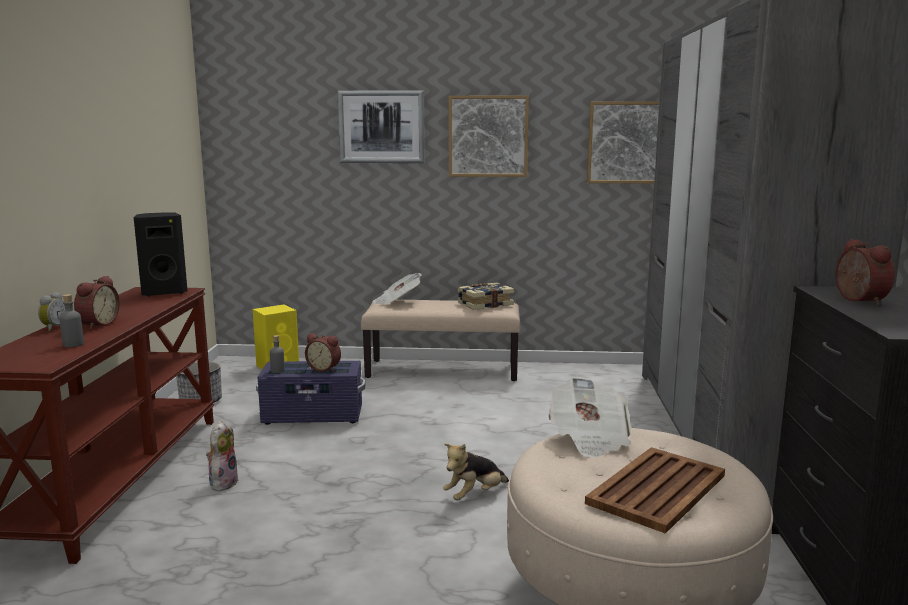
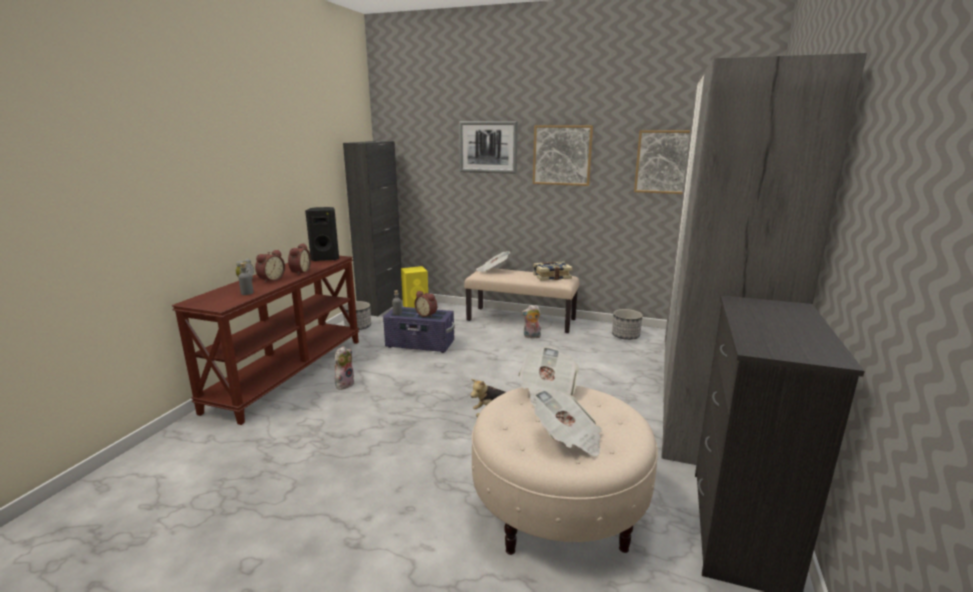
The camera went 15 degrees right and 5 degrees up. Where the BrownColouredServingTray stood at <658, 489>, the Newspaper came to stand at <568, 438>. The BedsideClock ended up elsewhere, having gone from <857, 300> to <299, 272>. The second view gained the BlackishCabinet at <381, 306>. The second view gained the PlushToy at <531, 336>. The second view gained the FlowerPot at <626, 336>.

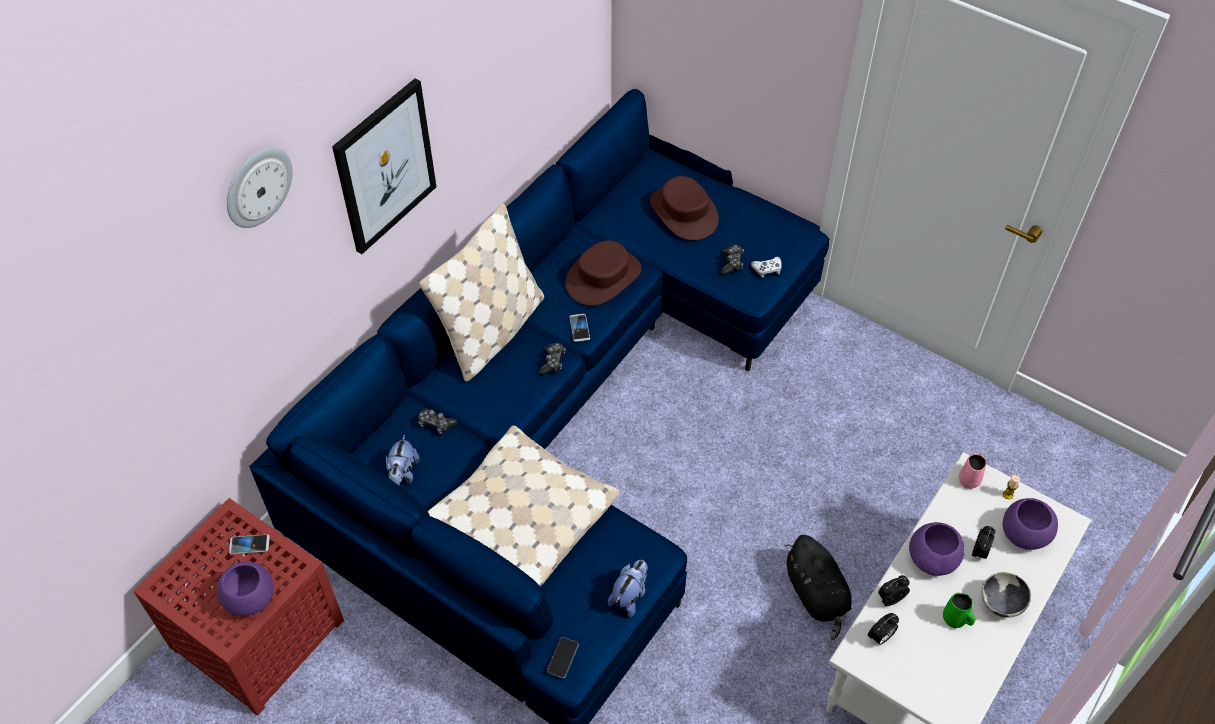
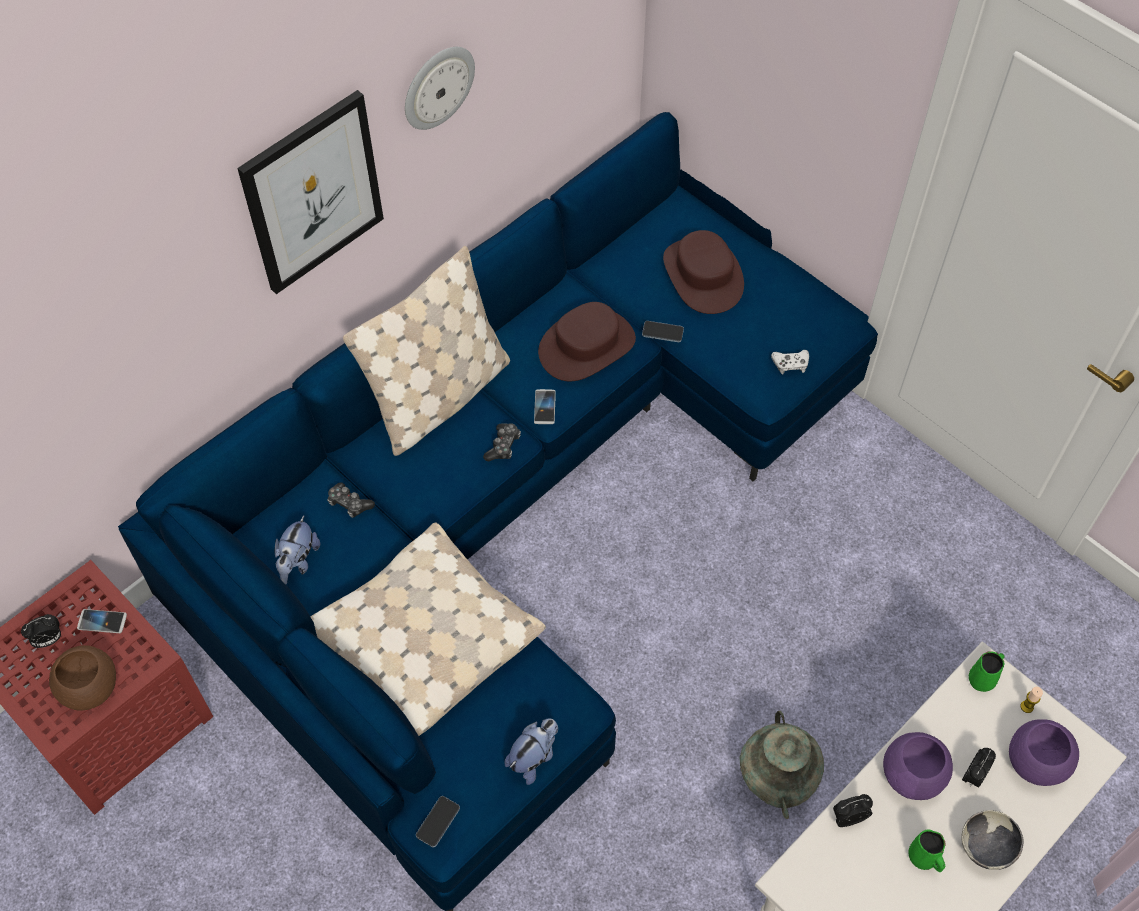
The camera went 10 degrees right and 5 degrees up. What was the PurpleBowl at <250, 599> turned into the BrownColouredBowl at <90, 688>. The WallClock ended up elsewhere, having gone from <257, 186> to <437, 86>. The second view lost the GameController at <731, 263>. Where the BlackishPlushToy stood at <817, 595>, the TurquoiseColouredVase came to stand at <777, 779>. The BedsideClock ended up elsewhere, having gone from <880, 637> to <48, 640>. What was the PinkColouredCoffeeMug at <969, 479> turned into the GreenColouredCoffeeMug at <982, 679>. The second view gained the Handset at <662, 332>.

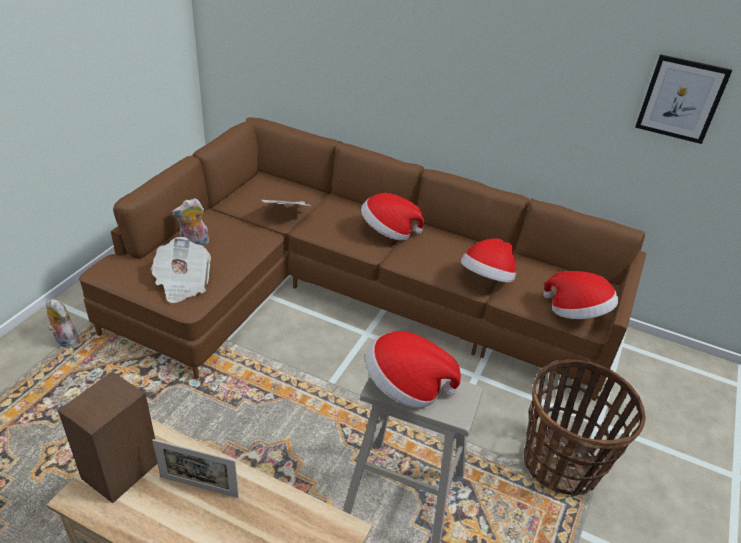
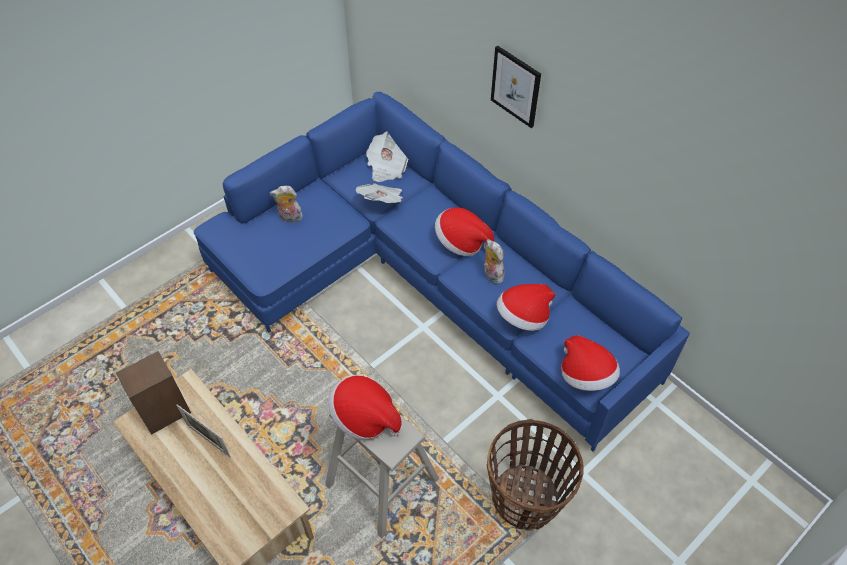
The camera went 25 degrees right and 15 degrees up. The PlushToy ended up elsewhere, having gone from <65, 340> to <491, 274>. What was the BrownColouredSettee at <348, 295> turned into the BlueColouredSettee at <426, 282>. The Newspaper ended up elsewhere, having gone from <182, 283> to <387, 166>. The WallPicture ended up elsewhere, having gone from <681, 99> to <515, 86>.

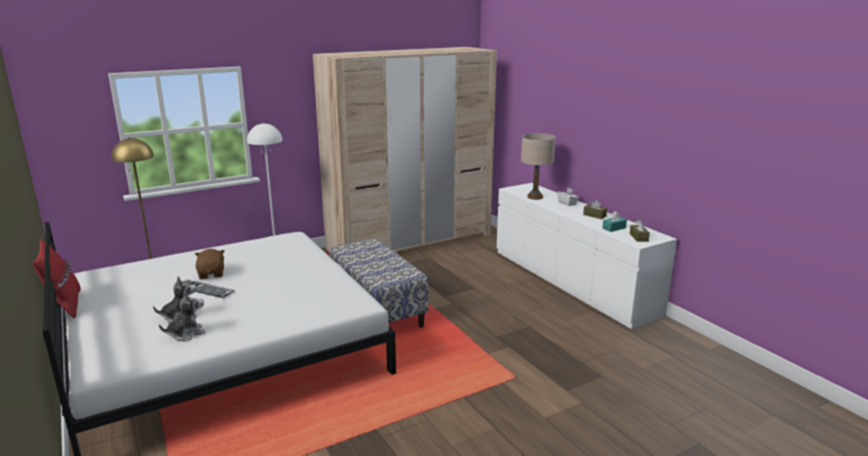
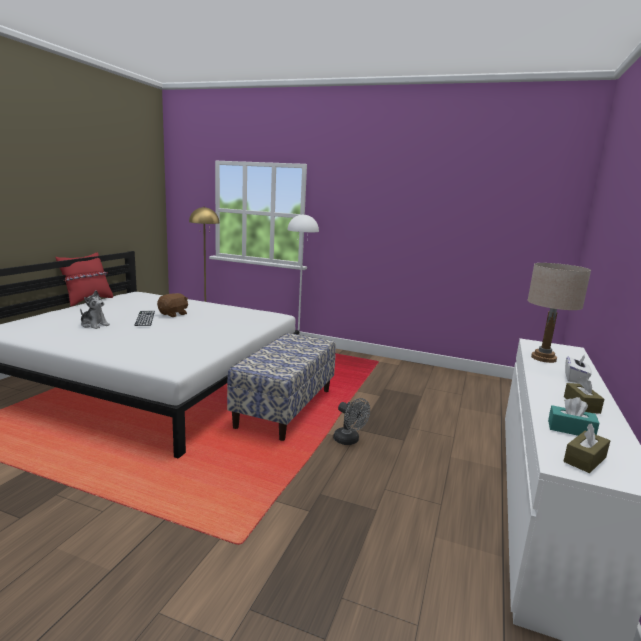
The camera went 50 degrees right and 5 degrees down. The second view lost the PlushToy at <186, 334>. The second view lost the SandColouredClothesCupboard at <410, 241>. The second view gained the GrayCoolingFan at <349, 441>.

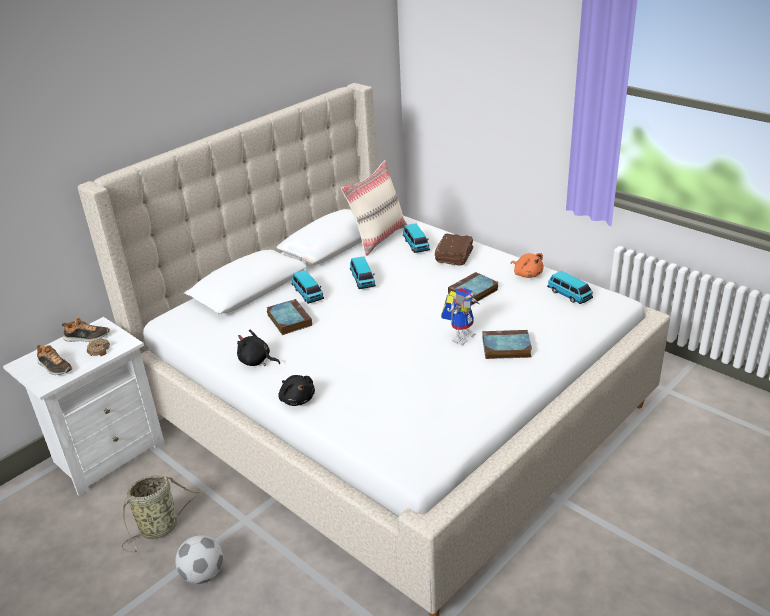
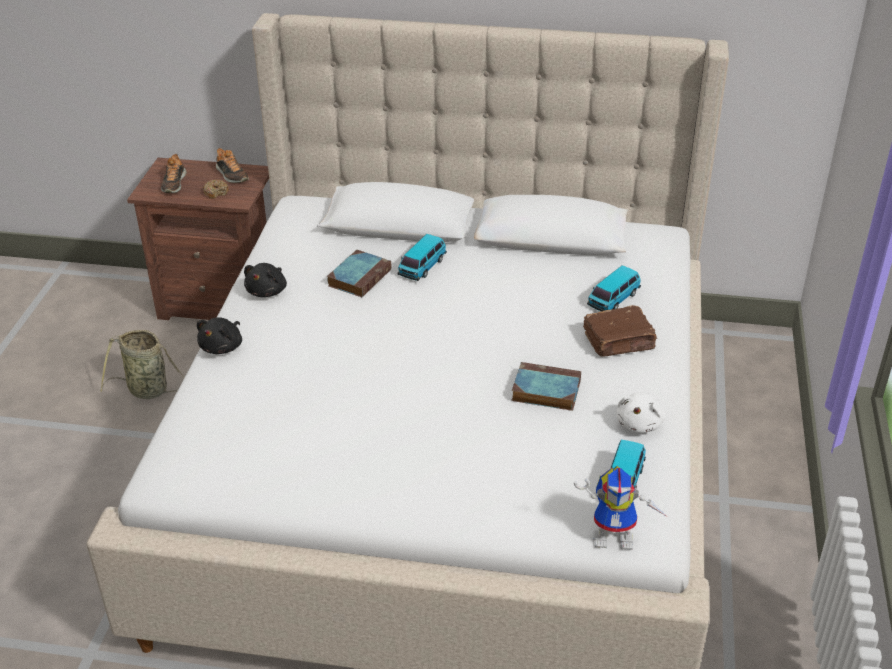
The camera went 55 degrees right and 5 degrees up. What was the WhiteNightTable at <106, 453> turned into the BrownColouredNightTable at <222, 302>. The second view lost the Football at <203, 574>. The BlackishPlushToy at <256, 361> ended up facing another way, 150 degrees counterclockwise from before. The second view lost the SandColouredCushion at <378, 237>. The second view lost the ToyCar at <362, 280>. The ModelRobot ended up elsewhere, having gone from <461, 335> to <616, 536>. The second view lost the Book at <505, 348>. What was the OrangeyPlushToy at <527, 274> turned into the WhitePlushToy at <640, 423>.

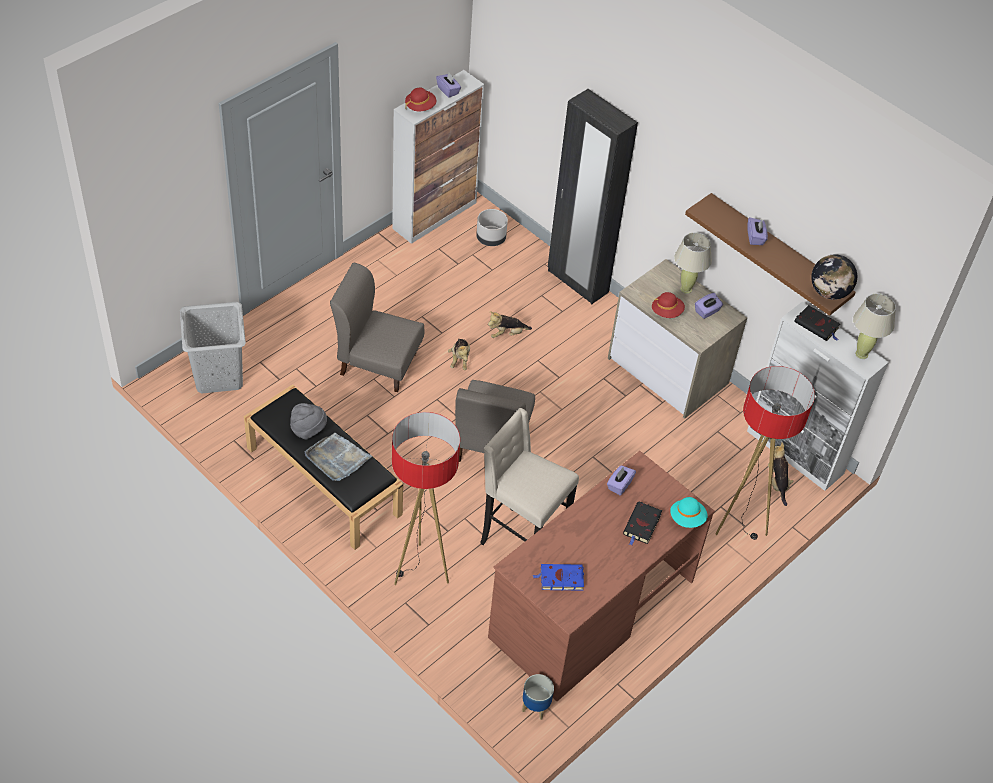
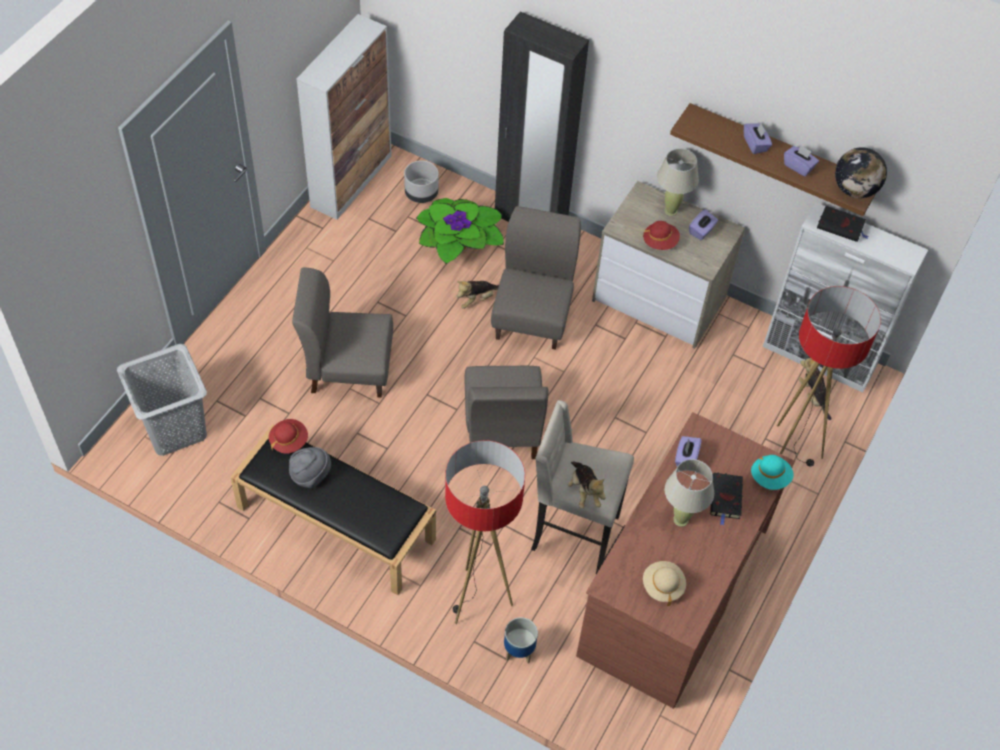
The camera went 15 degrees left and 5 degrees up. The second view lost the GrayServingTray at <337, 459>. The RedClothingHat ended up elsewhere, having gone from <420, 107> to <289, 441>. The PurpleBoxOfTissues ended up elsewhere, having gone from <448, 90> to <798, 166>. The PlushToy ended up elsewhere, having gone from <460, 359> to <584, 491>. The FlowerPot ended up elsewhere, having gone from <535, 707> to <519, 651>. Where the BlueColouredBook stood at <560, 579>, the SandColouredClothingHat came to stand at <662, 586>. The SandColouredTableLamp ended up elsewhere, having gone from <861, 354> to <681, 519>. The second view gained the PottedPlant at <458, 243>. The second view gained the GrayChair at <533, 317>.

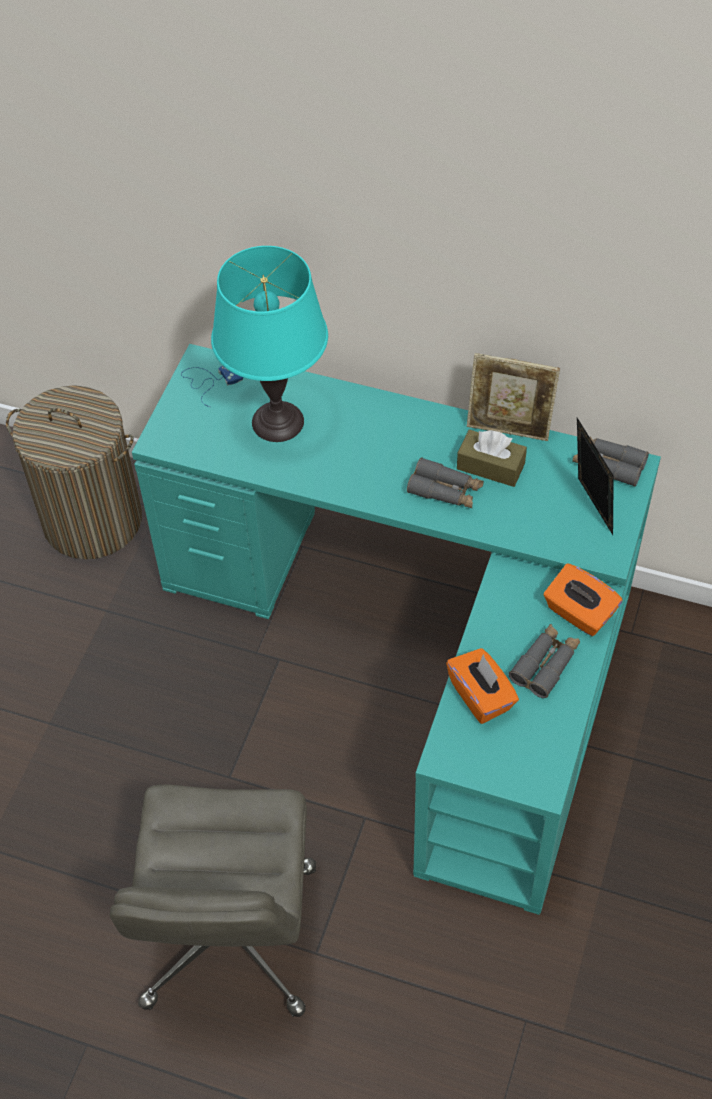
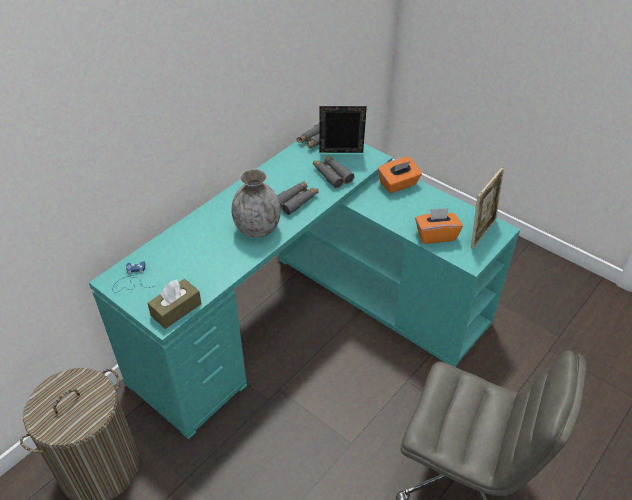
The camera went 70 degrees left and 10 degrees down. The second view lost the TurquoiseColouredTableLamp at <278, 421>. The BrownColouredBoxOfTissues ended up elsewhere, having gone from <490, 466> to <176, 309>. The StandingFrame ended up elsewhere, having gone from <509, 430> to <481, 232>. The GrayFieldGlasses ended up elsewhere, having gone from <545, 664> to <332, 175>. The second view gained the GrayVase at <257, 229>.

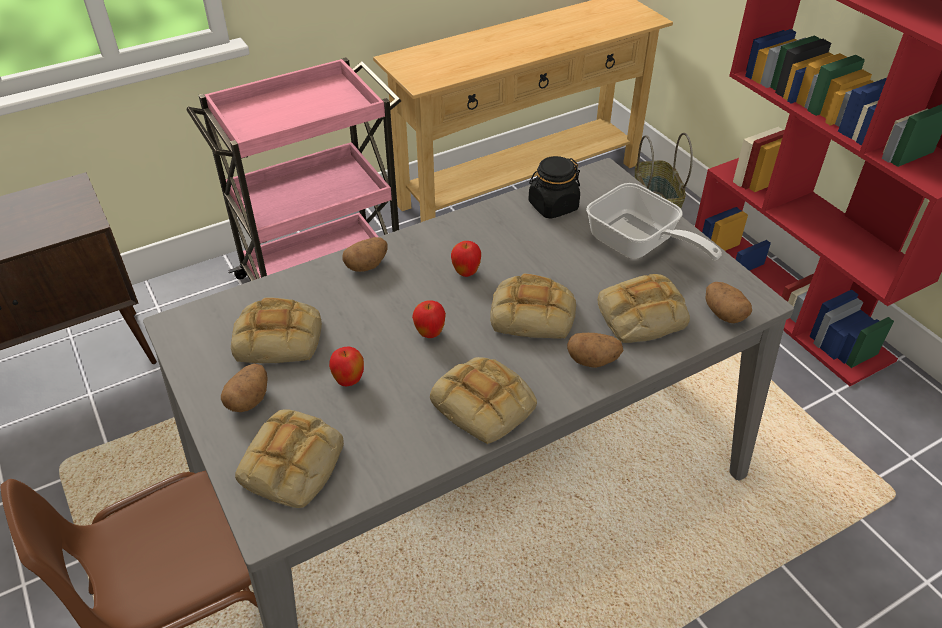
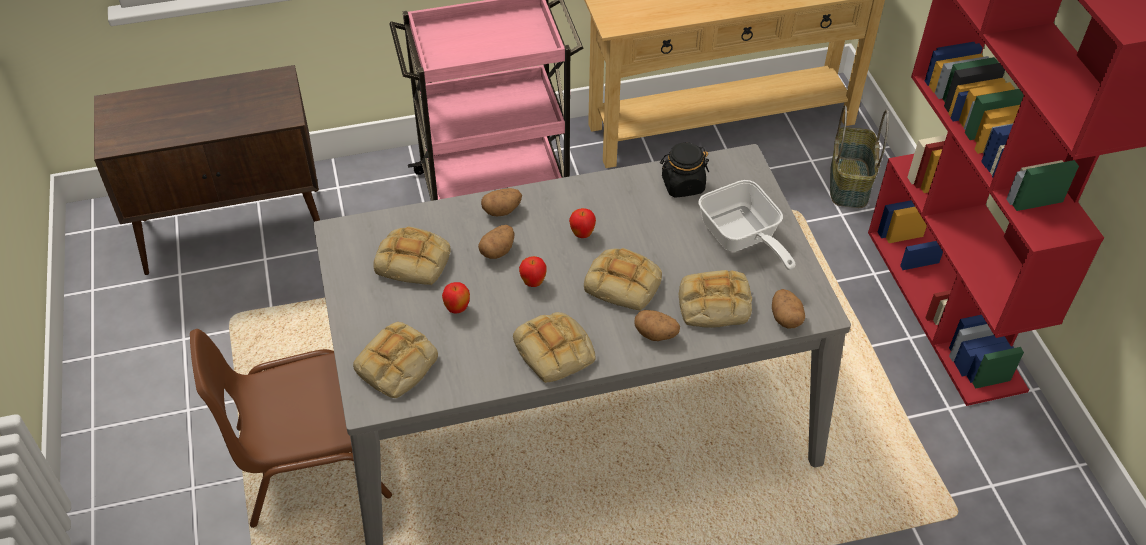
The camera went 15 degrees right and 5 degrees up. The Potato ended up elsewhere, having gone from <249, 399> to <497, 251>.

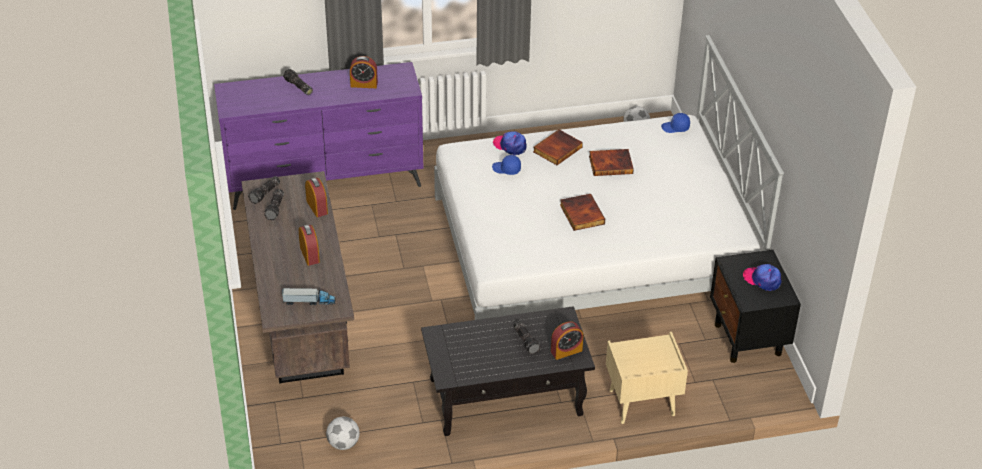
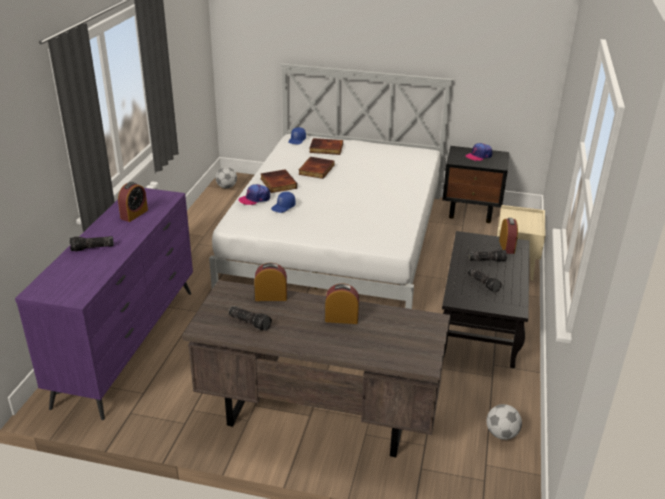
The camera went 65 degrees left and 10 degrees down. The Torch ended up elsewhere, having gone from <265, 194> to <484, 283>. The second view lost the ModelTruck at <309, 301>. The Book ended up elsewhere, having gone from <581, 214> to <326, 149>.

